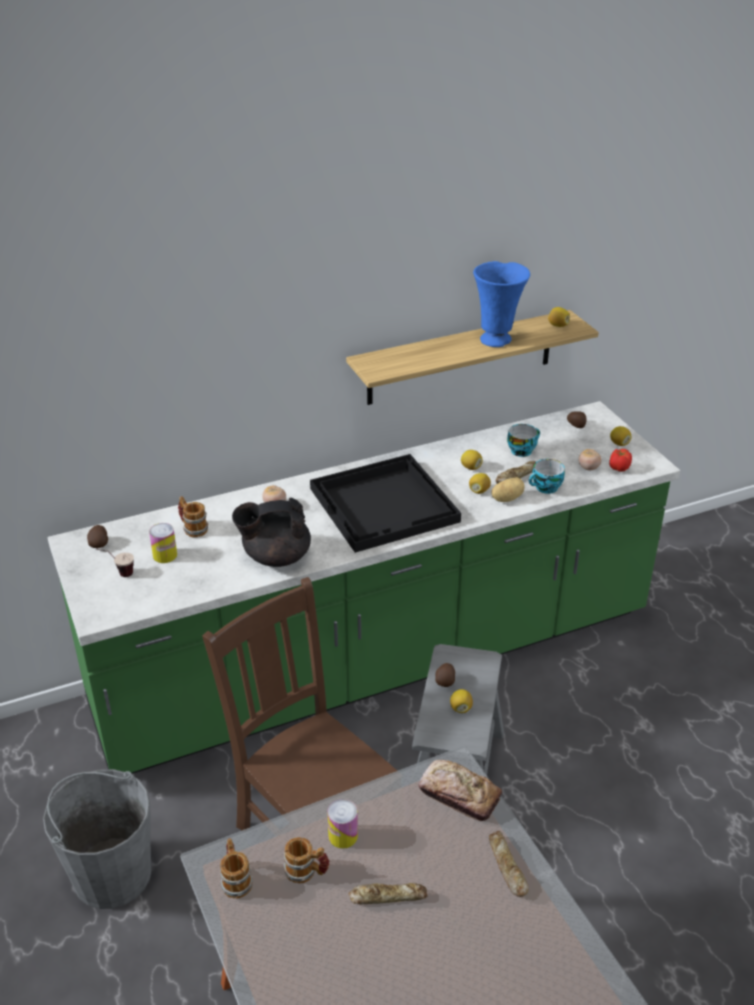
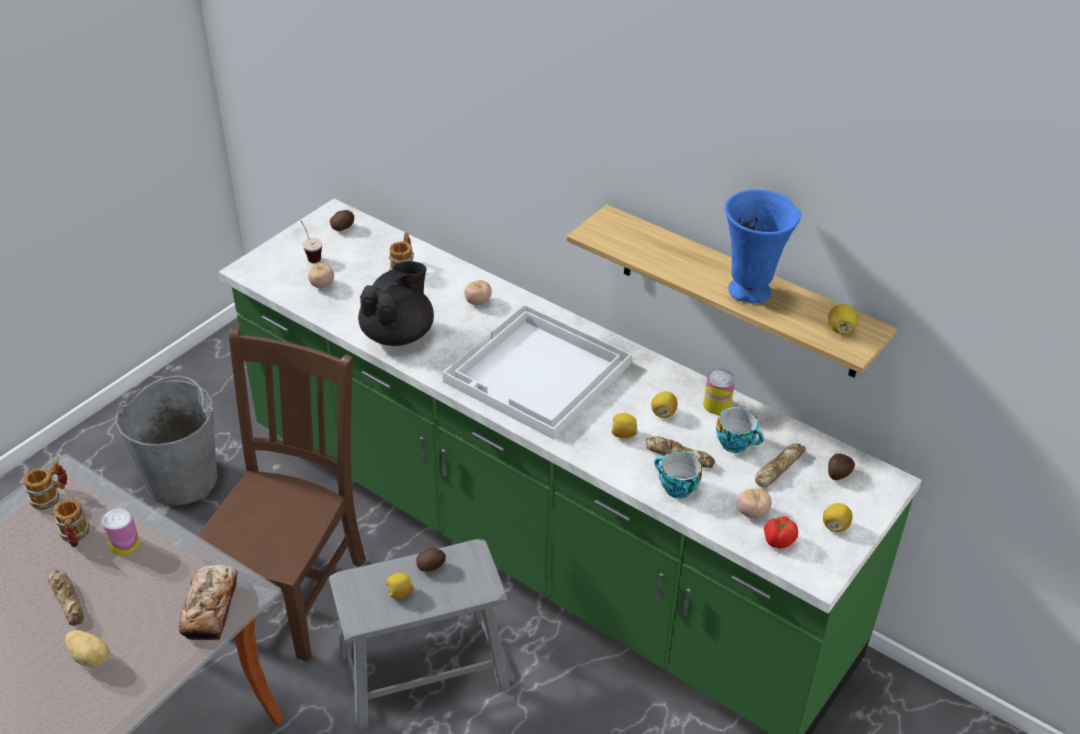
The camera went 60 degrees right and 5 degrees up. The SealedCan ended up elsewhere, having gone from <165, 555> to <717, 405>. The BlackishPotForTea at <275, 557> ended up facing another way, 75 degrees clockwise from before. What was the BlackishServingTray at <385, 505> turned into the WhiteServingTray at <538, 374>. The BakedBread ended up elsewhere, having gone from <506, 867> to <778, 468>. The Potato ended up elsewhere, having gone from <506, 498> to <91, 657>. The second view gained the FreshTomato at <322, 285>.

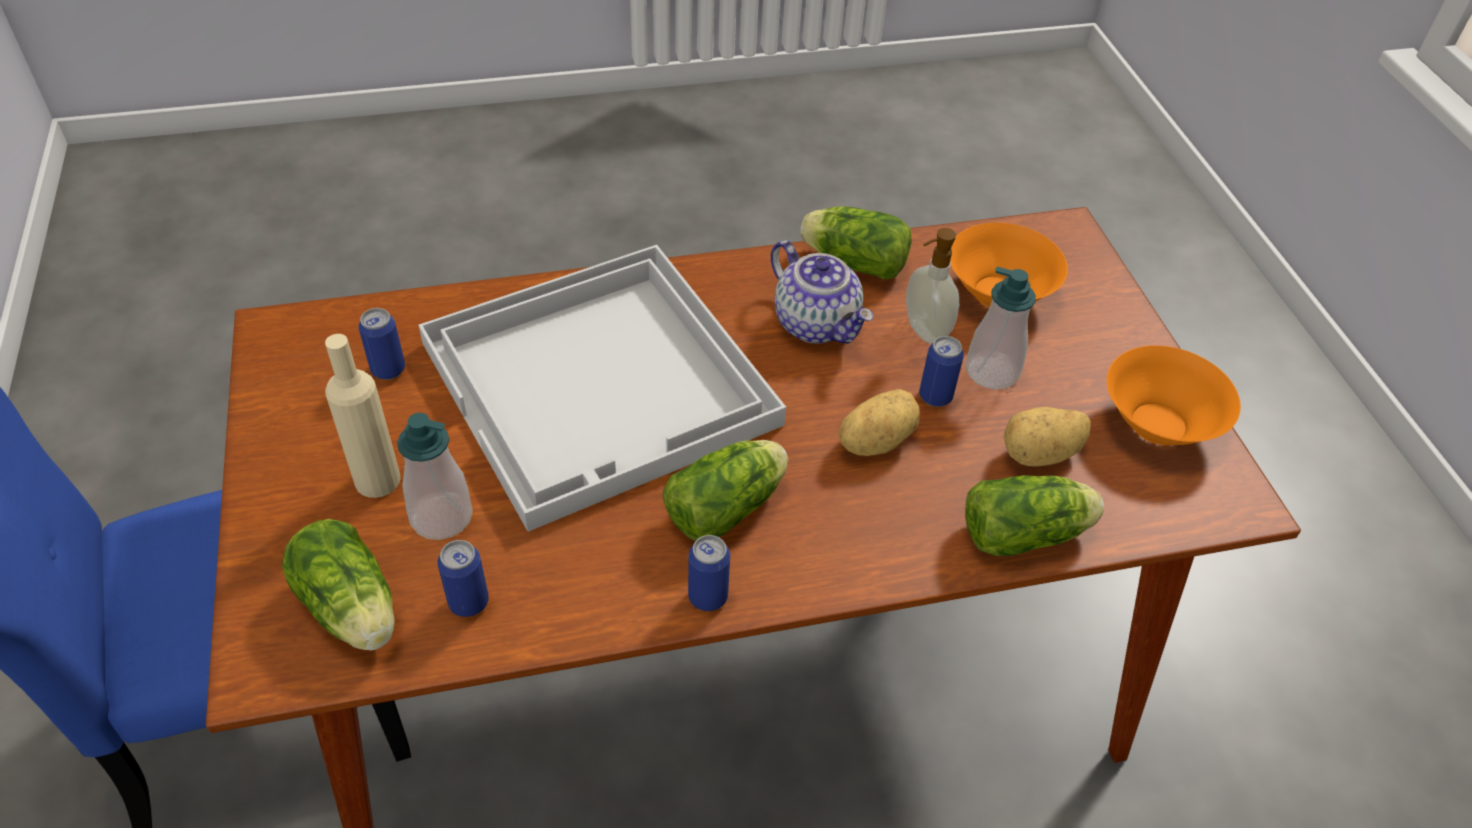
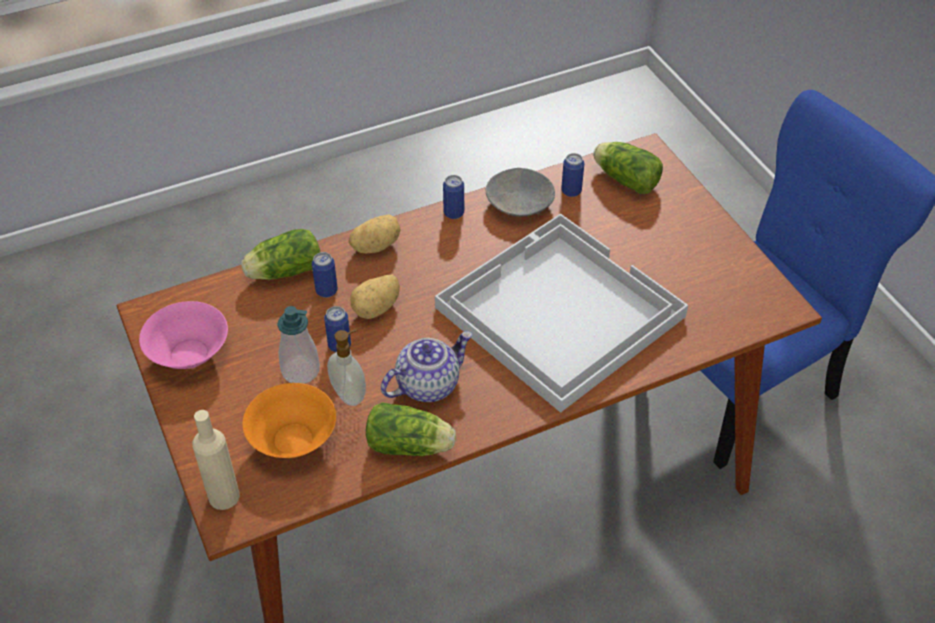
The camera went 170 degrees right and 0 degrees up. The SandColouredDrinkBottle ended up elsewhere, having gone from <377, 480> to <224, 496>. The SealedCan ended up elsewhere, having gone from <388, 369> to <326, 291>. The second view lost the LiquidSoapBottle at <441, 517>. The second view lost the Lettuce at <729, 506>. The PotForTea at <817, 324> ended up facing another way, 105 degrees clockwise from before. The Potato ended up elsewhere, having gone from <1040, 455> to <375, 245>. What was the OrangeyBowl at <1159, 424> turned into the PinkColouredBowl at <188, 354>. The second view gained the GrayBowl at <519, 204>.

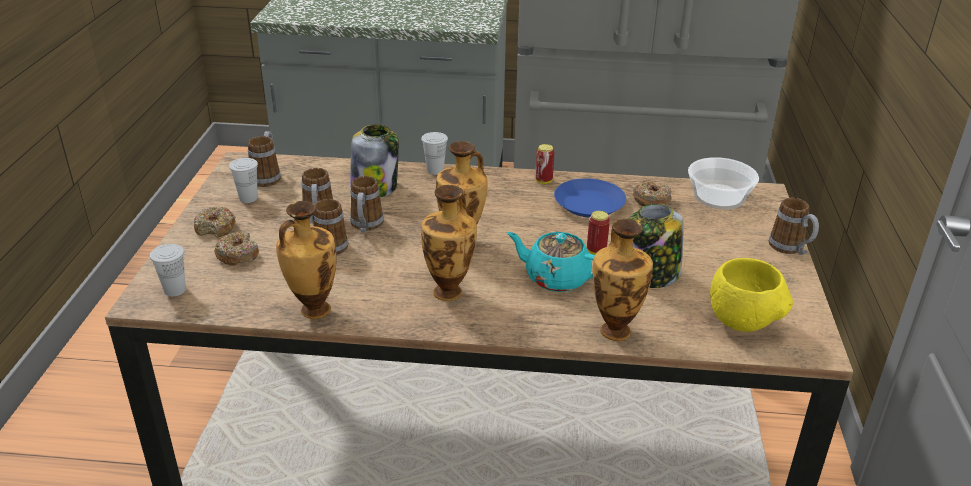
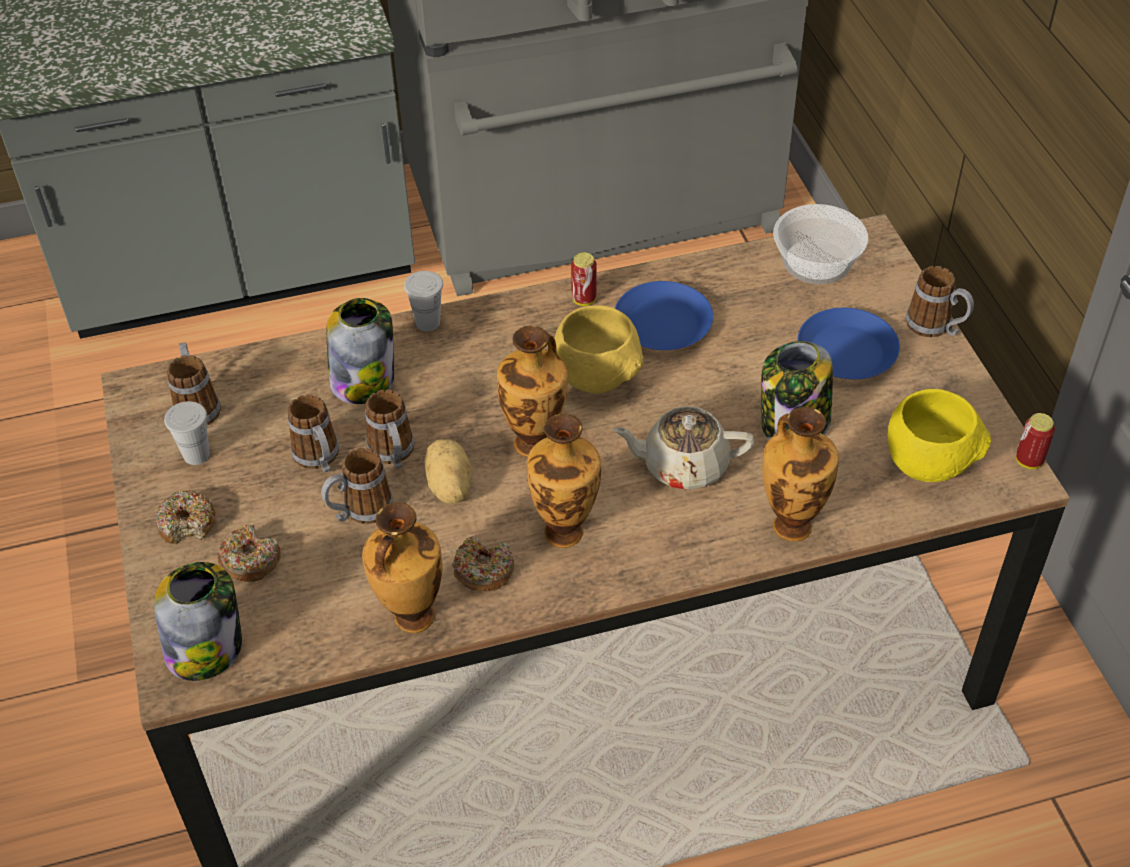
The camera went 20 degrees left and 15 degrees up. Where the WhiteCup stood at <175, 290>, the PreserveJar came to stand at <206, 648>. What was the TurquoiseColouredPotForTea at <556, 278> turned into the SandColouredPotForTea at <683, 465>. The SealedCan ended up elsewhere, having gone from <596, 251> to <1028, 461>. The RingDoughnut ended up elsewhere, having gone from <651, 200> to <483, 570>. The second view gained the Potato at <448, 487>. The second view gained the YellowBowl at <597, 381>. The second view gained the BlueColouredDinnerPlate at <846, 353>.

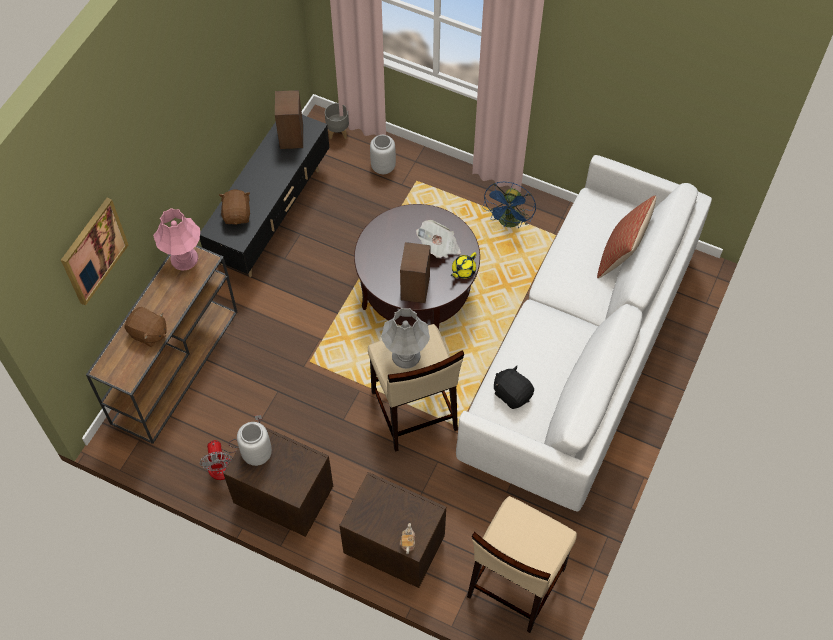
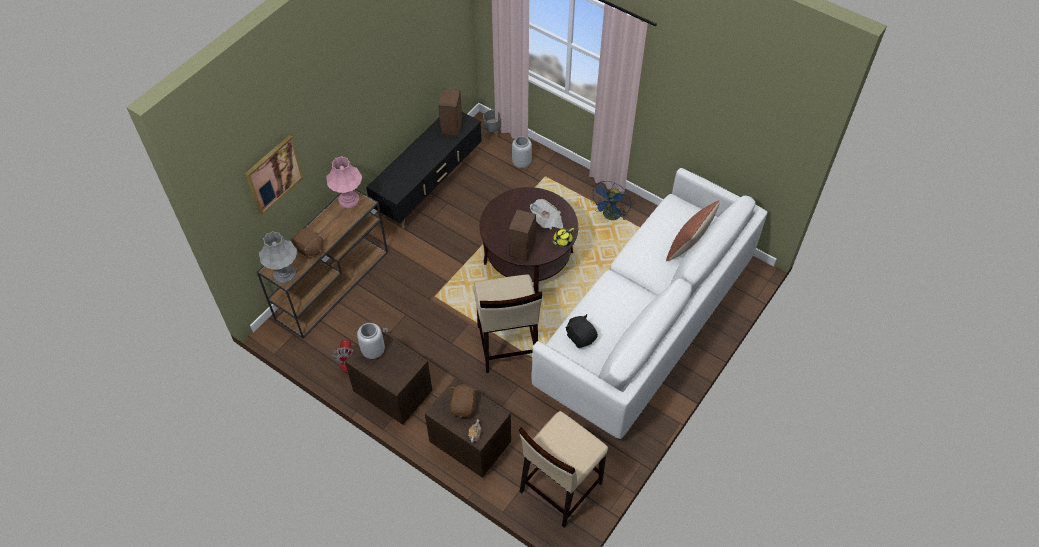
The camera went 10 degrees right and 5 degrees down. The BrownColouredPlushToy ended up elsewhere, having gone from <237, 214> to <464, 406>. The GrayTableLamp ended up elsewhere, having gone from <405, 356> to <284, 274>.

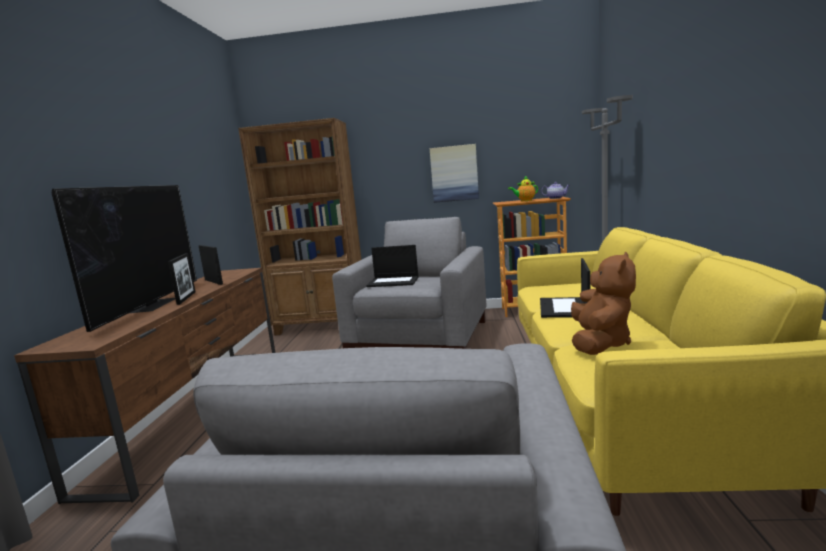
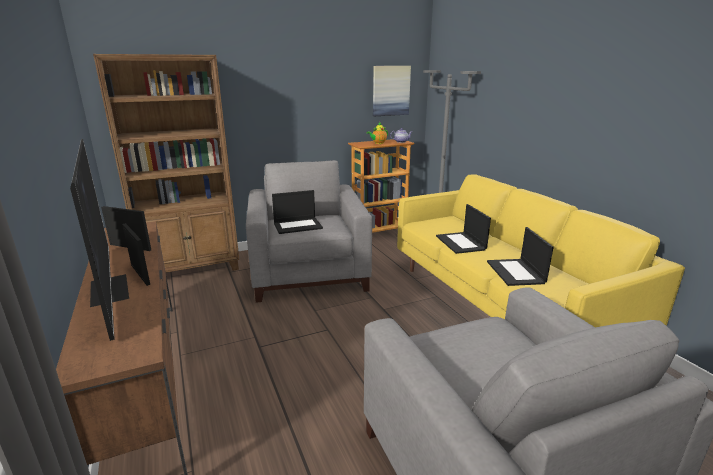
The camera went 30 degrees left and 10 degrees up. The WallPicture ended up elsewhere, having gone from <454, 173> to <390, 91>. Where the BrownColouredPlushToy stood at <599, 343>, the PortableComputer came to stand at <516, 272>.

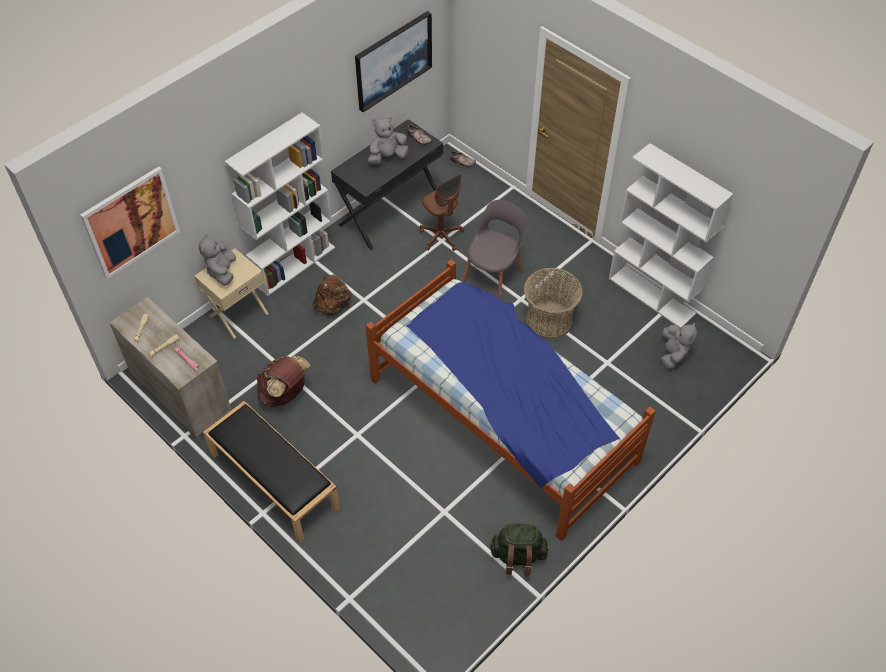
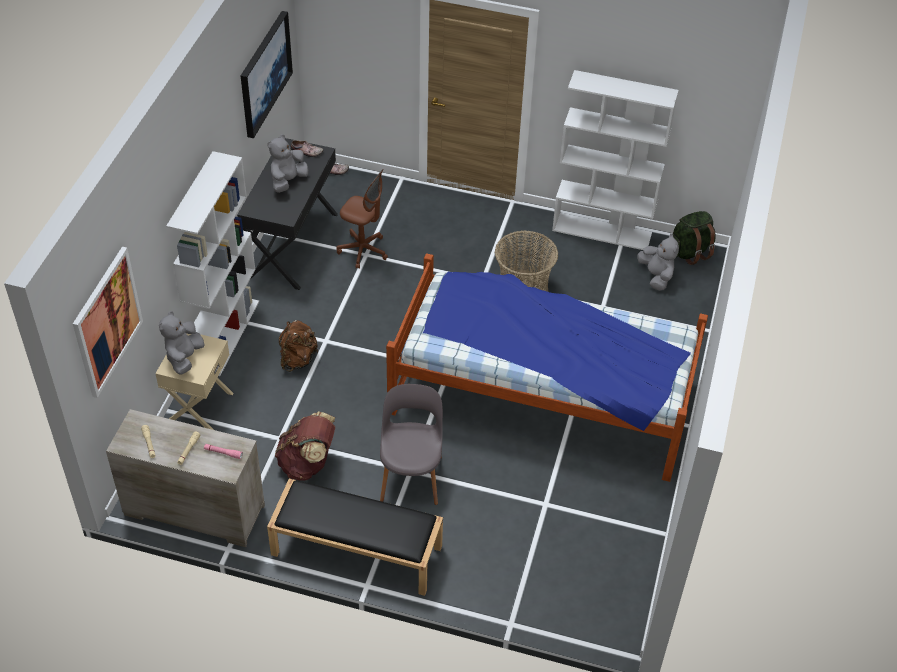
The camera went 30 degrees left and 5 degrees down. The GrayPlushToy at <222, 271> ended up facing another way, 45 degrees clockwise from before. The GrayChair ended up elsewhere, having gone from <493, 275> to <411, 475>. The GreenColouredBackpack ended up elsewhere, having gone from <518, 556> to <689, 252>.

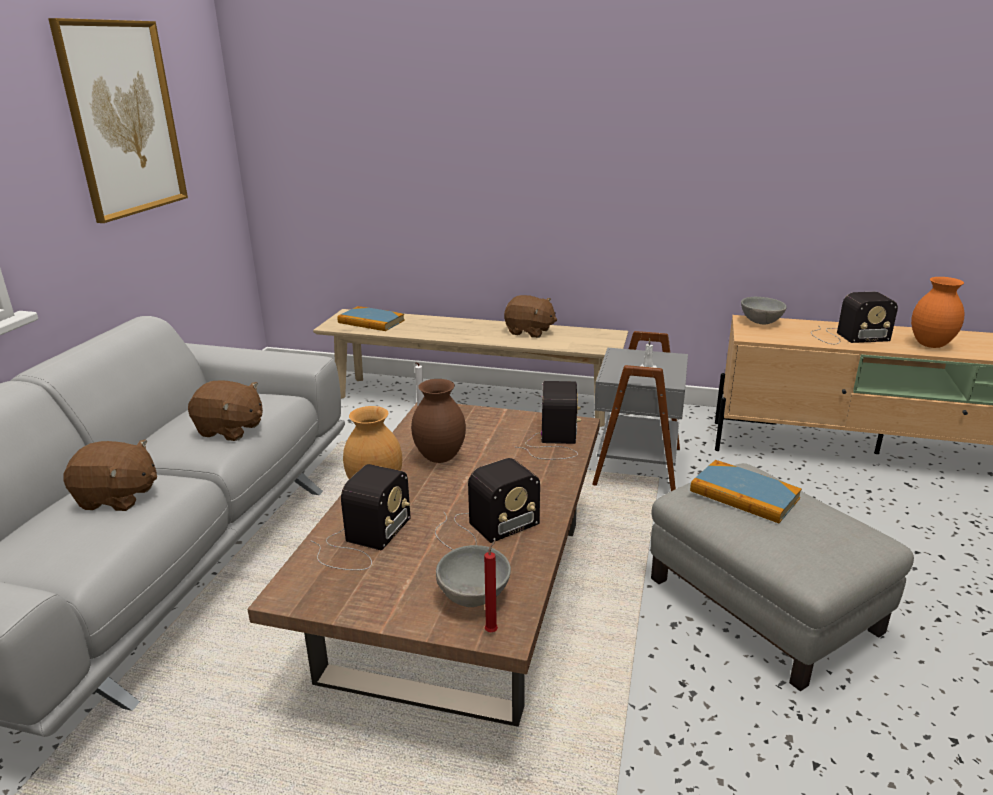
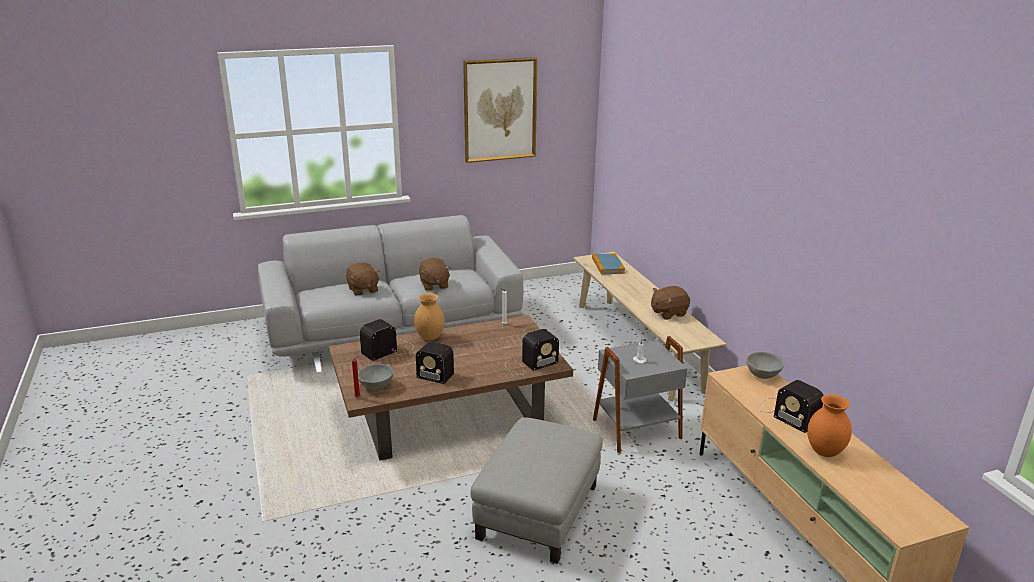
The camera went 55 degrees right and 0 degrees up. The RadioReceiver at <362, 541> ended up facing another way, 150 degrees clockwise from before. The second view lost the BrownColouredVase at <440, 458>. The BrownColouredPlushToy at <529, 331> ended up facing another way, 75 degrees clockwise from before. The second view lost the Book at <744, 495>.

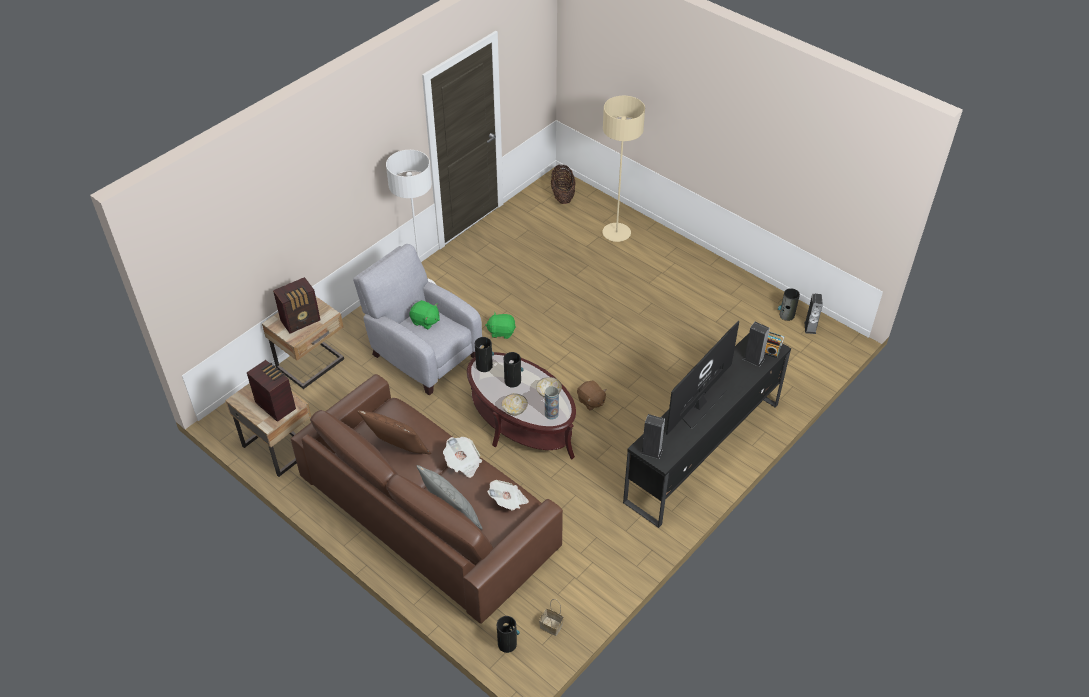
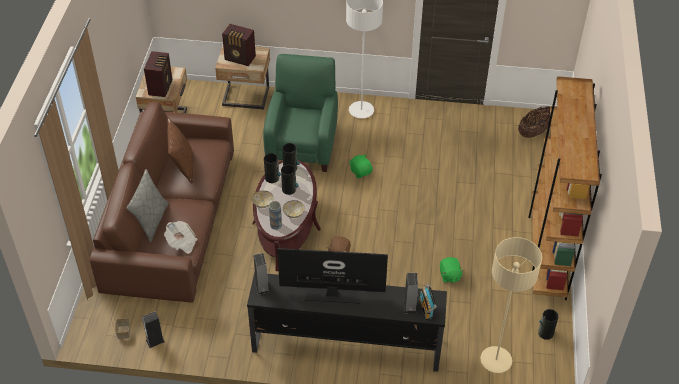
The camera went 55 degrees right and 0 degrees up. What was the GrayArmchair at <422, 353> turned into the GreenColouredArmchair at <303, 143>. The GreenColouredPlushToy ended up elsewhere, having gone from <425, 321> to <449, 275>. The second view lost the Newspaper at <463, 463>. The Vase ended up elsewhere, having gone from <507, 643> to <272, 178>. The SandColouredFloorLamp ended up elsewhere, having gone from <616, 233> to <496, 360>. The Loudspeaker ended up elsewhere, having gone from <810, 327> to <155, 341>. The second view gained the BrownColouredBookshelf at <547, 252>.

